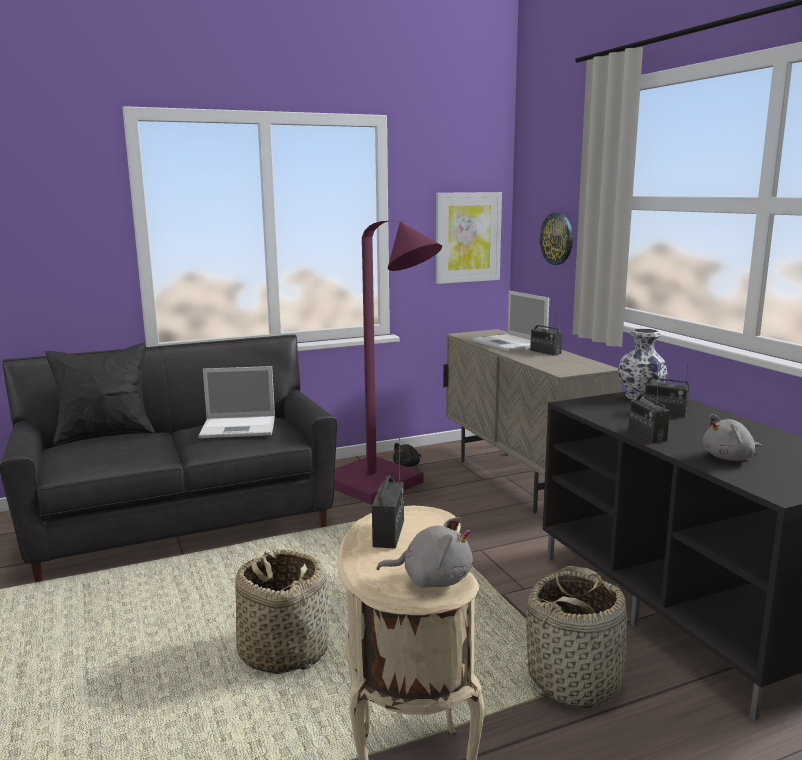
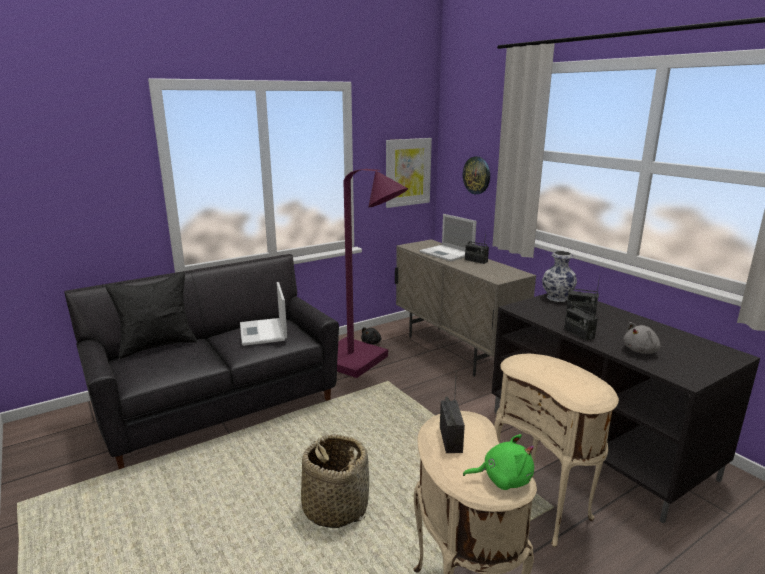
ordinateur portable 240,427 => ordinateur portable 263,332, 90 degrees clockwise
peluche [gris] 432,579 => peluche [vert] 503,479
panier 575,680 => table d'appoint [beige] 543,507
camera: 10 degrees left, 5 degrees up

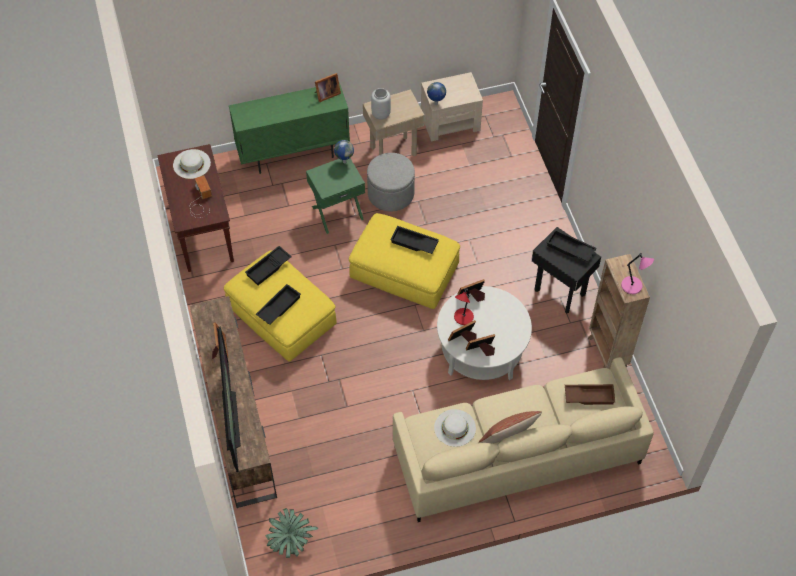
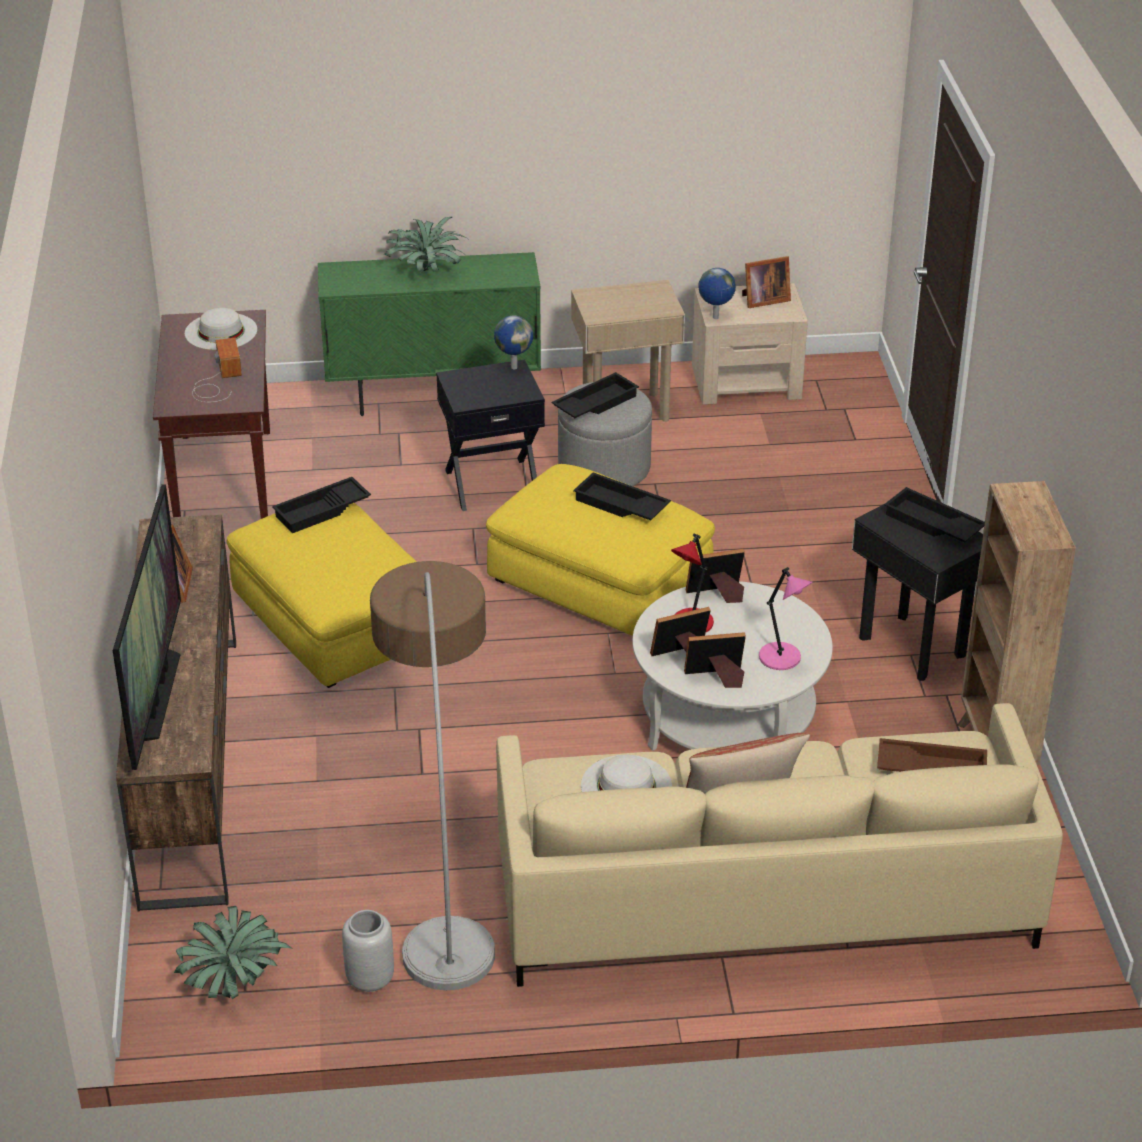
vase [gris] 380,114 => vase [gris] 369,979, shifted
nothing => lampadaire 441,866
nothing => plante en pot 428,272
table d'appoint [vert] 337,212 => table d'appoint [noir] 492,483
plateau [noir] 278,306 => plateau [noir] 595,403, shifted
cadre photo 326,94 => cadre photo 763,300, shifted
lampe de table [rose] 633,286 => lampe de table [rose] 782,658, shifted
camera: 10 degrees right, 20 degrees down

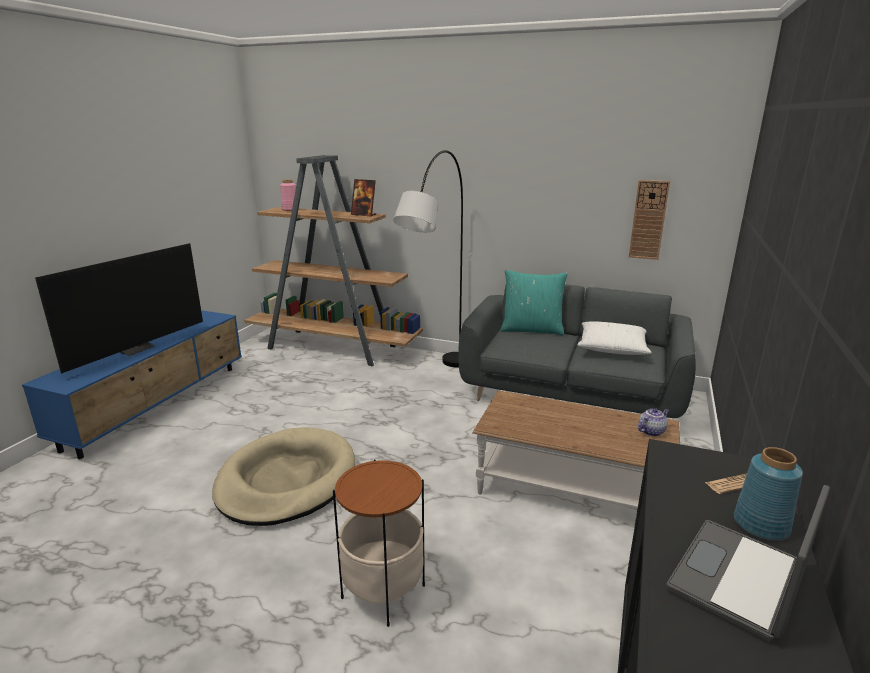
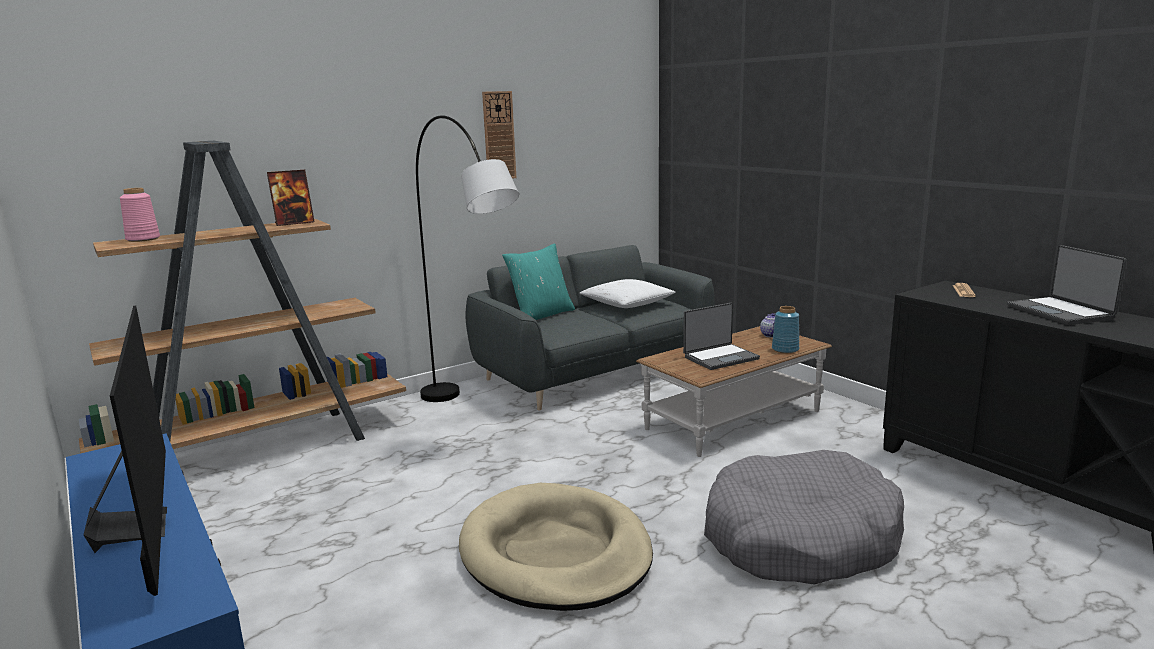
horloge murale 648,220 => horloge murale 499,136, shifted
nothing => ordinateur portable 720,358
table d'appoint 384,591 => panier pour chien [gris] 799,538
vase [bleu] 762,525 => vase [bleu] 785,349, shifted
camera: 55 degrees left, 5 degrees down

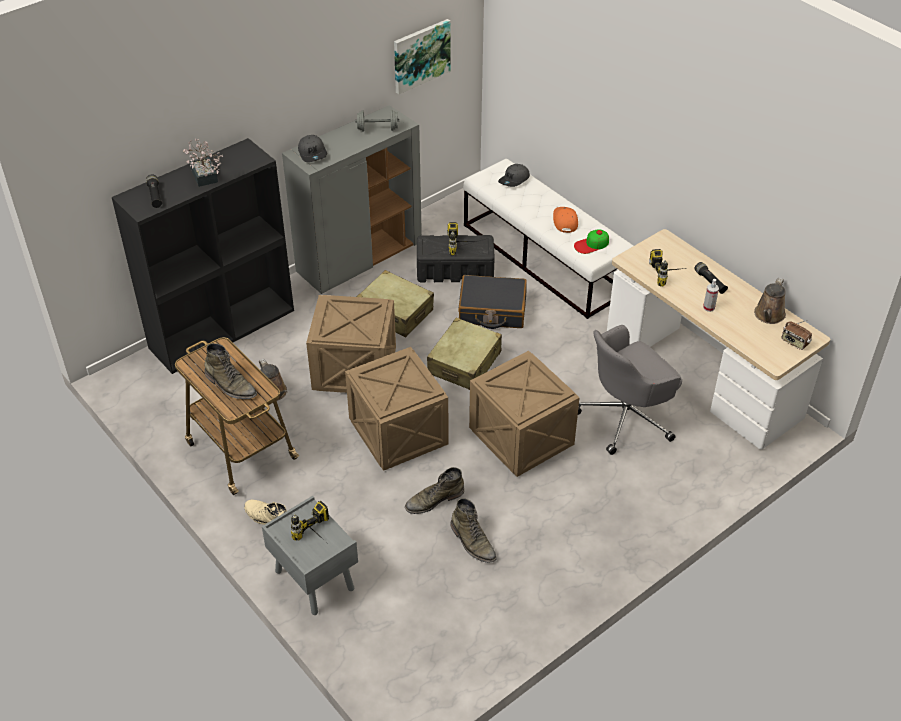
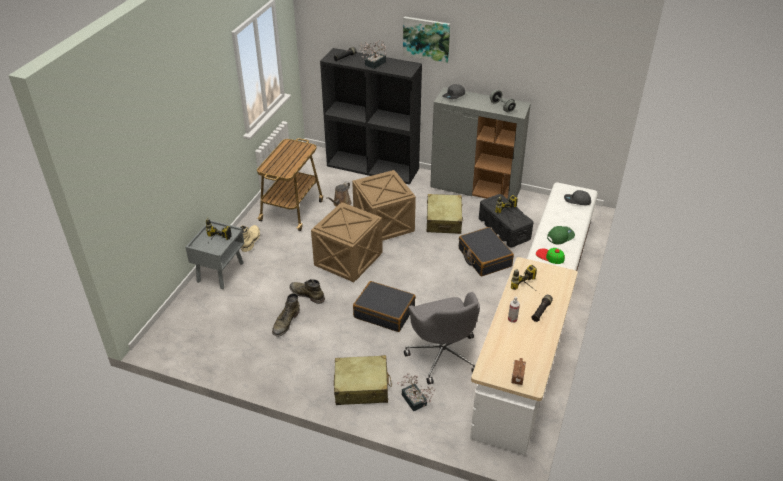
valise [beige] 464,363 => valise [beige] 361,387, shifted
caisse 522,438 => valise [noir] 384,312
nothing => plante en pot 415,402
tableau 421,55 => tableau 426,39, shifted
chaise de bureau [gris] 626,417 => chaise de bureau [gris] 443,354, 135 degrees counterclockwise
casquette [orange] 565,221 => casquette [vert] 560,236
botte [vert] 230,385 => nothing
arrosoir [marron] 768,316 => nothing
camera: 60 degrees right, 5 degrees down

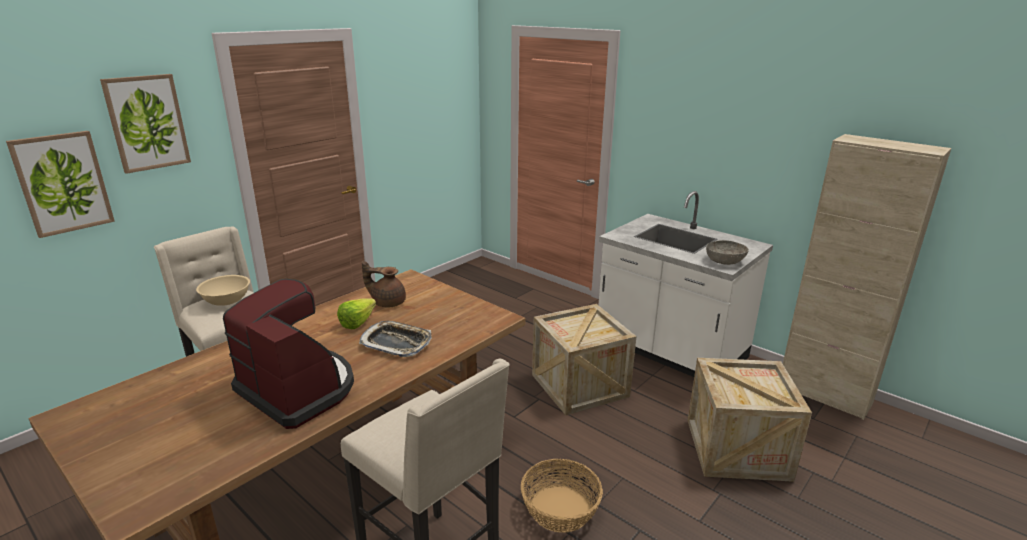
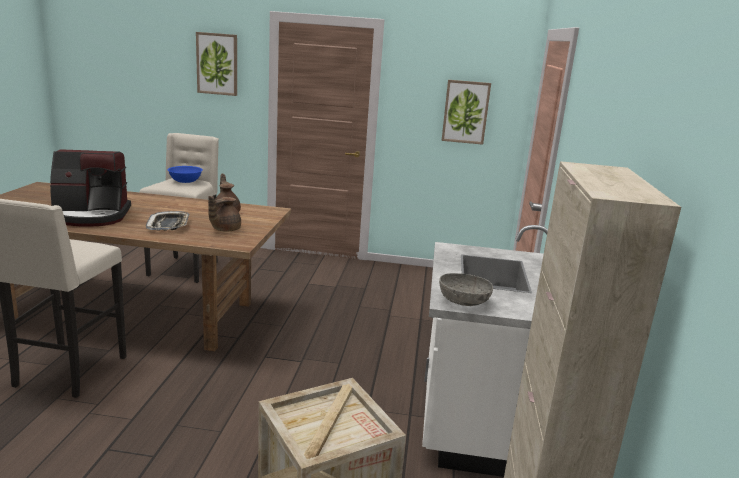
machine à café 299,390 => machine à café 91,216, 75 degrees clockwise
bol [beige] 226,301 => bol [bleu] 185,181
nothing => théière [marron] 224,229
tableau 63,183 => tableau 465,112, shifted
laitue 361,322 => nothing
panier 559,509 => nothing
caisse 579,385 => nothing
camera: 55 degrees right, 5 degrees down

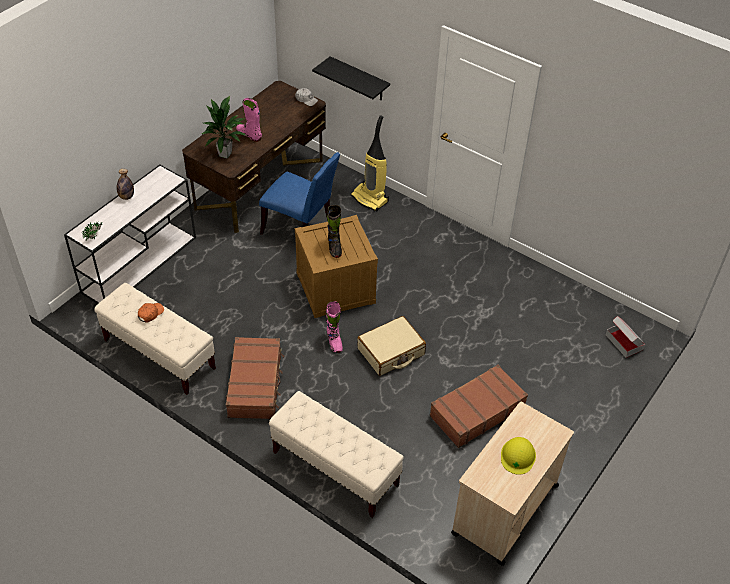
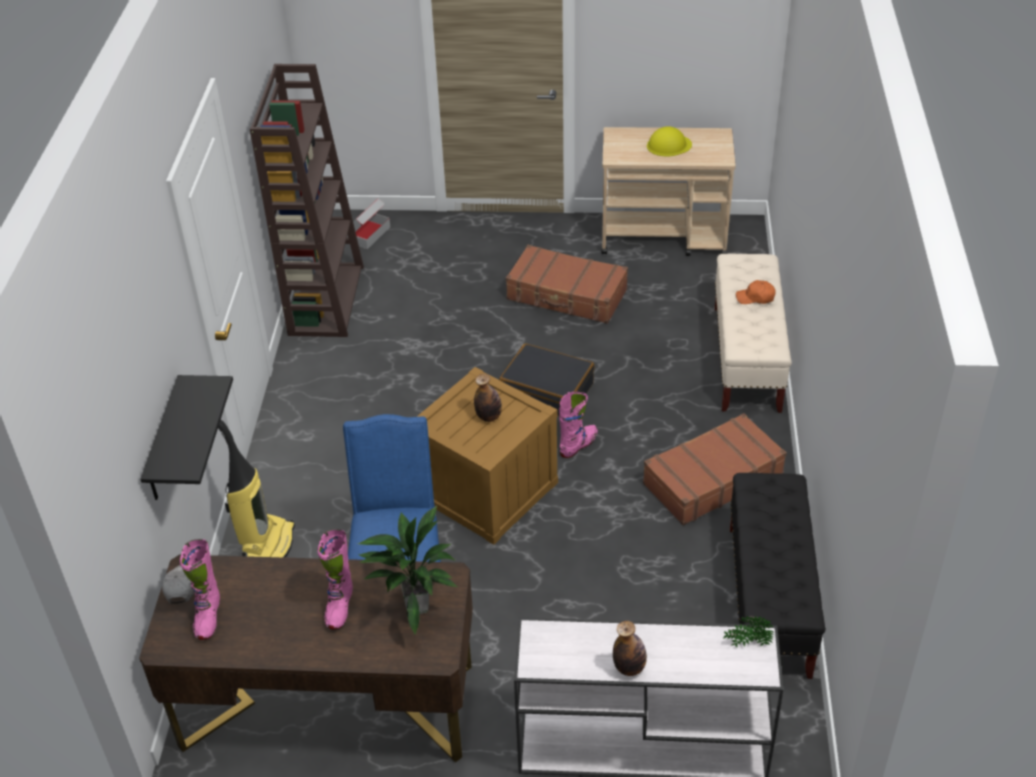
nothing => botte [rose] 208,616
nothing => bibliothèque [marron] 325,299
botte [noir] 334,247 => bouteille 489,417
valise [beige] 391,352 => valise [noir] 547,390
banc [beige] 159,354 => banc [noir] 768,601
casquette [orange] 150,314 => casquette [orange] 755,297, shifted
camera: 120 degrees left, 5 degrees down

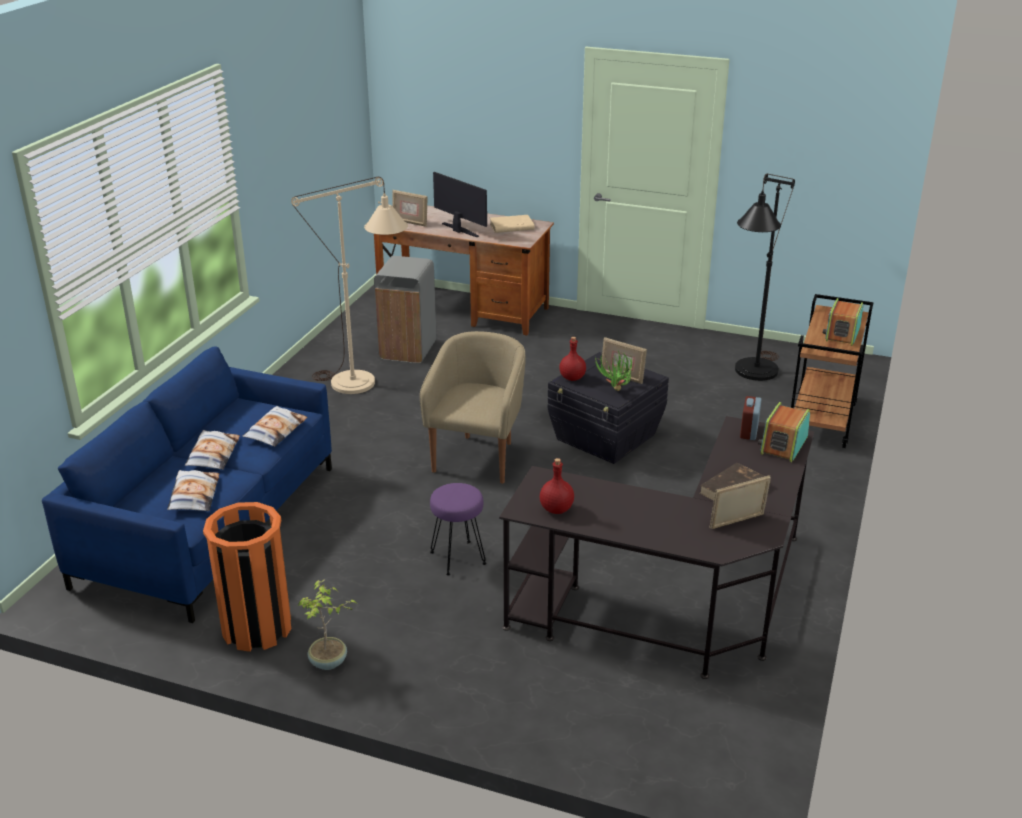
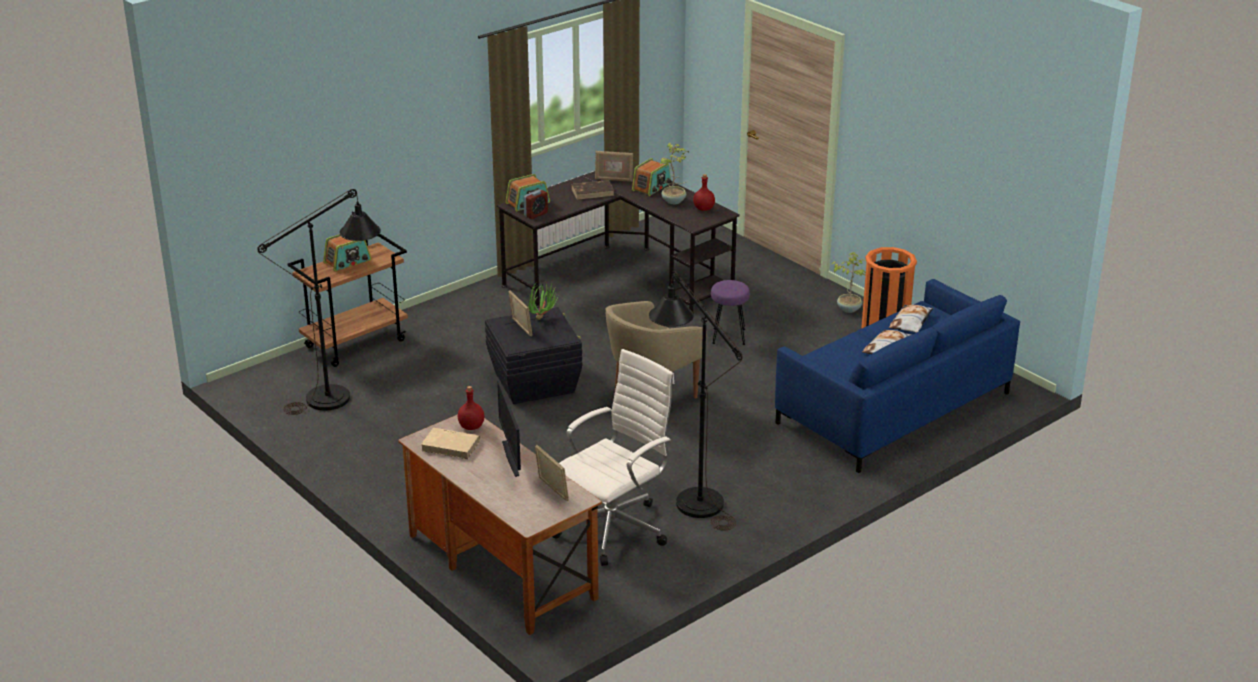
bouteille [rouge] 572,378 => bouteille [rouge] 471,427, shifted
poubelle [gris] 407,350 => chaise de bureau [blanc] 614,528
nothing => radio 652,187
lampadaire [beige] 364,386 => lampadaire [noir] 691,497
nothing => plante en pot 674,201
coussin 275,431 => nothing
camera: 150 degrees left, 0 degrees up

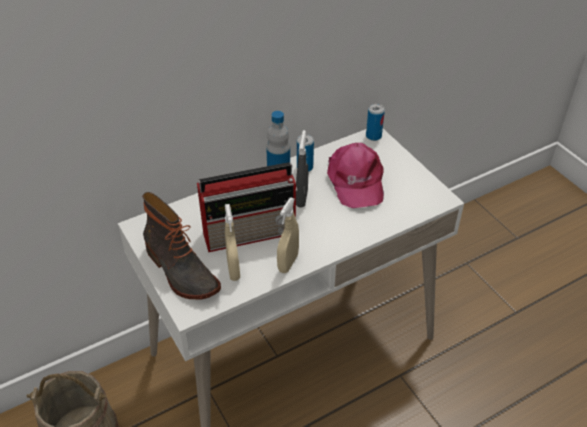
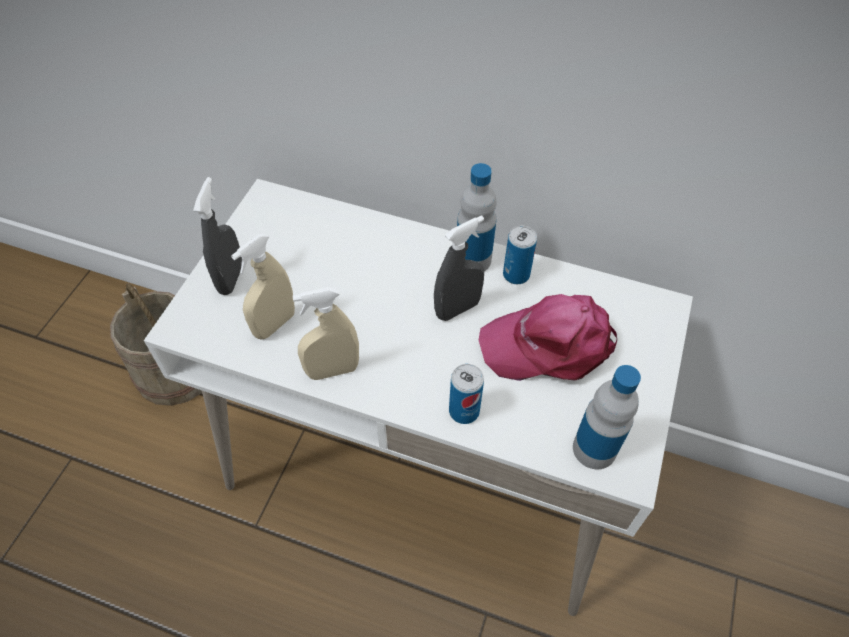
botte 180,271 => vaporisateur [gris] 231,278
boîte métallique 373,136 => boîte métallique 464,411, shifted
casquette [rose] 355,181 => casquette [rose] 550,344, 45 degrees clockwise
nothing => bouteille 594,449
radio 251,232 => nothing
camera: 50 degrees right, 10 degrees up

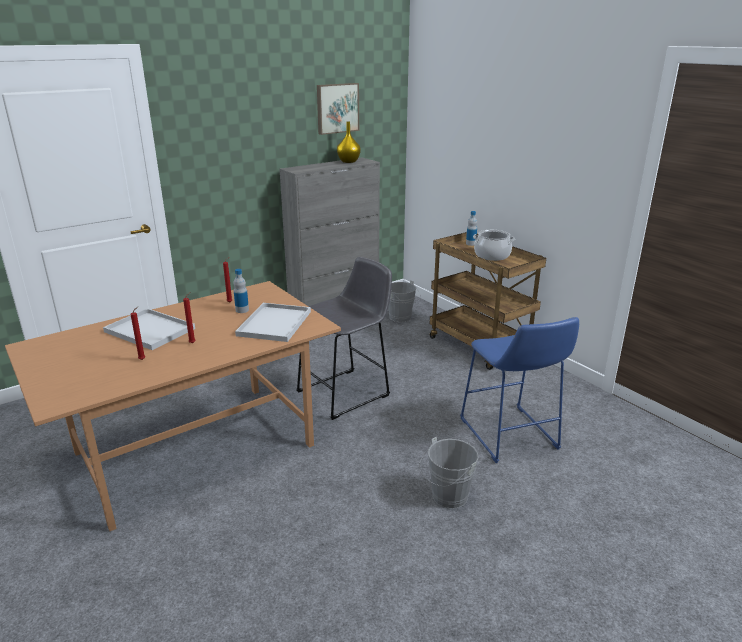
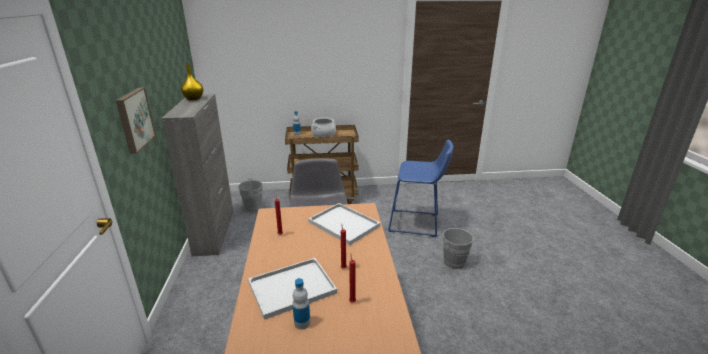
tableau 337,108 => tableau 134,119, shifted
bouteille 242,310 => bouteille 302,323, shifted
camera: 60 degrees left, 0 degrees up

